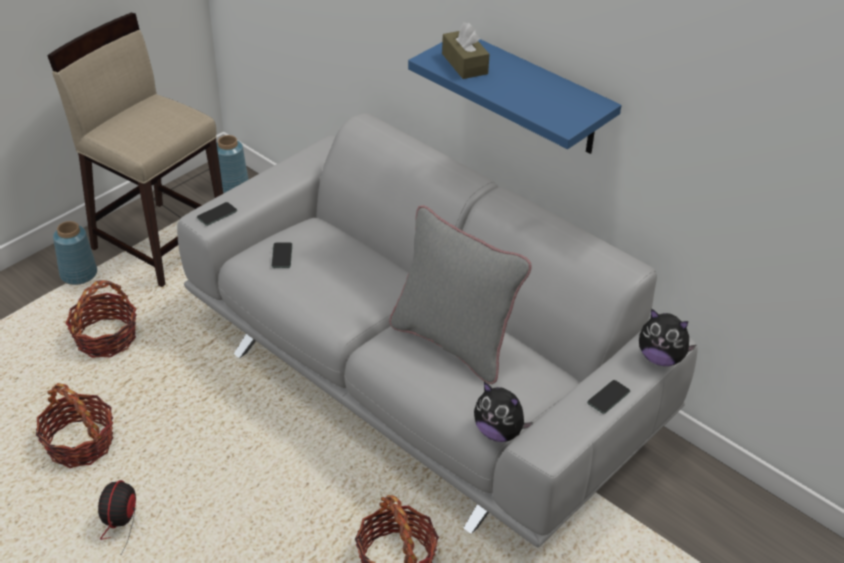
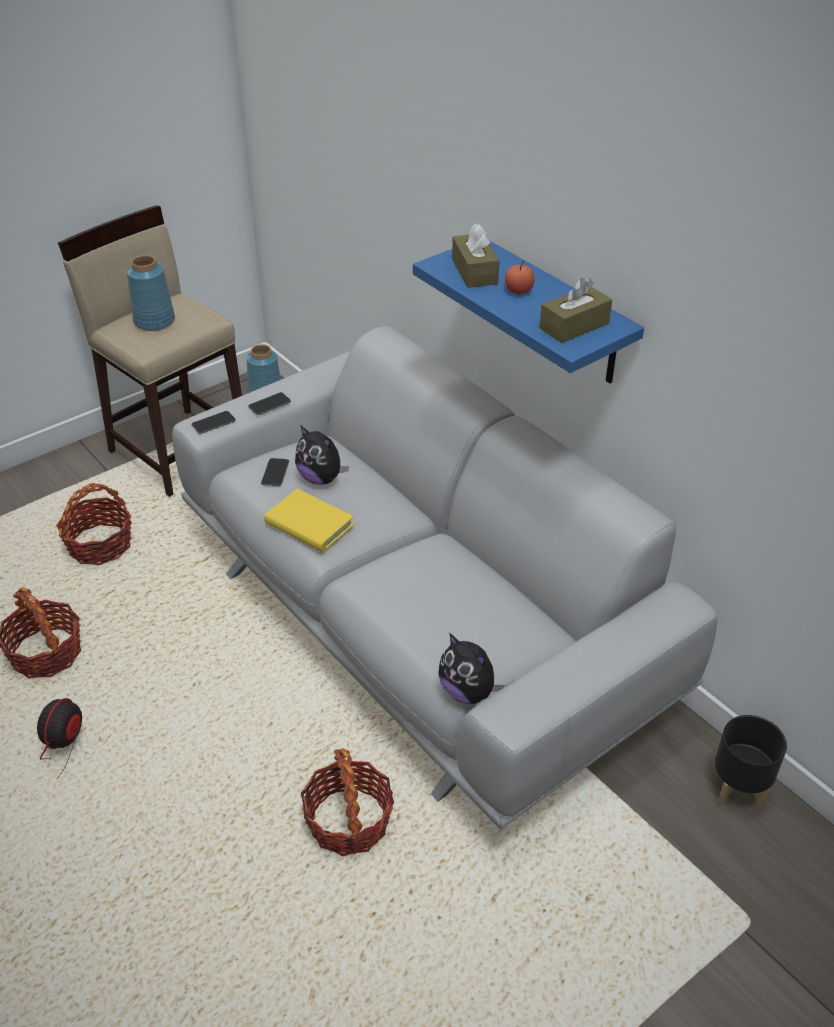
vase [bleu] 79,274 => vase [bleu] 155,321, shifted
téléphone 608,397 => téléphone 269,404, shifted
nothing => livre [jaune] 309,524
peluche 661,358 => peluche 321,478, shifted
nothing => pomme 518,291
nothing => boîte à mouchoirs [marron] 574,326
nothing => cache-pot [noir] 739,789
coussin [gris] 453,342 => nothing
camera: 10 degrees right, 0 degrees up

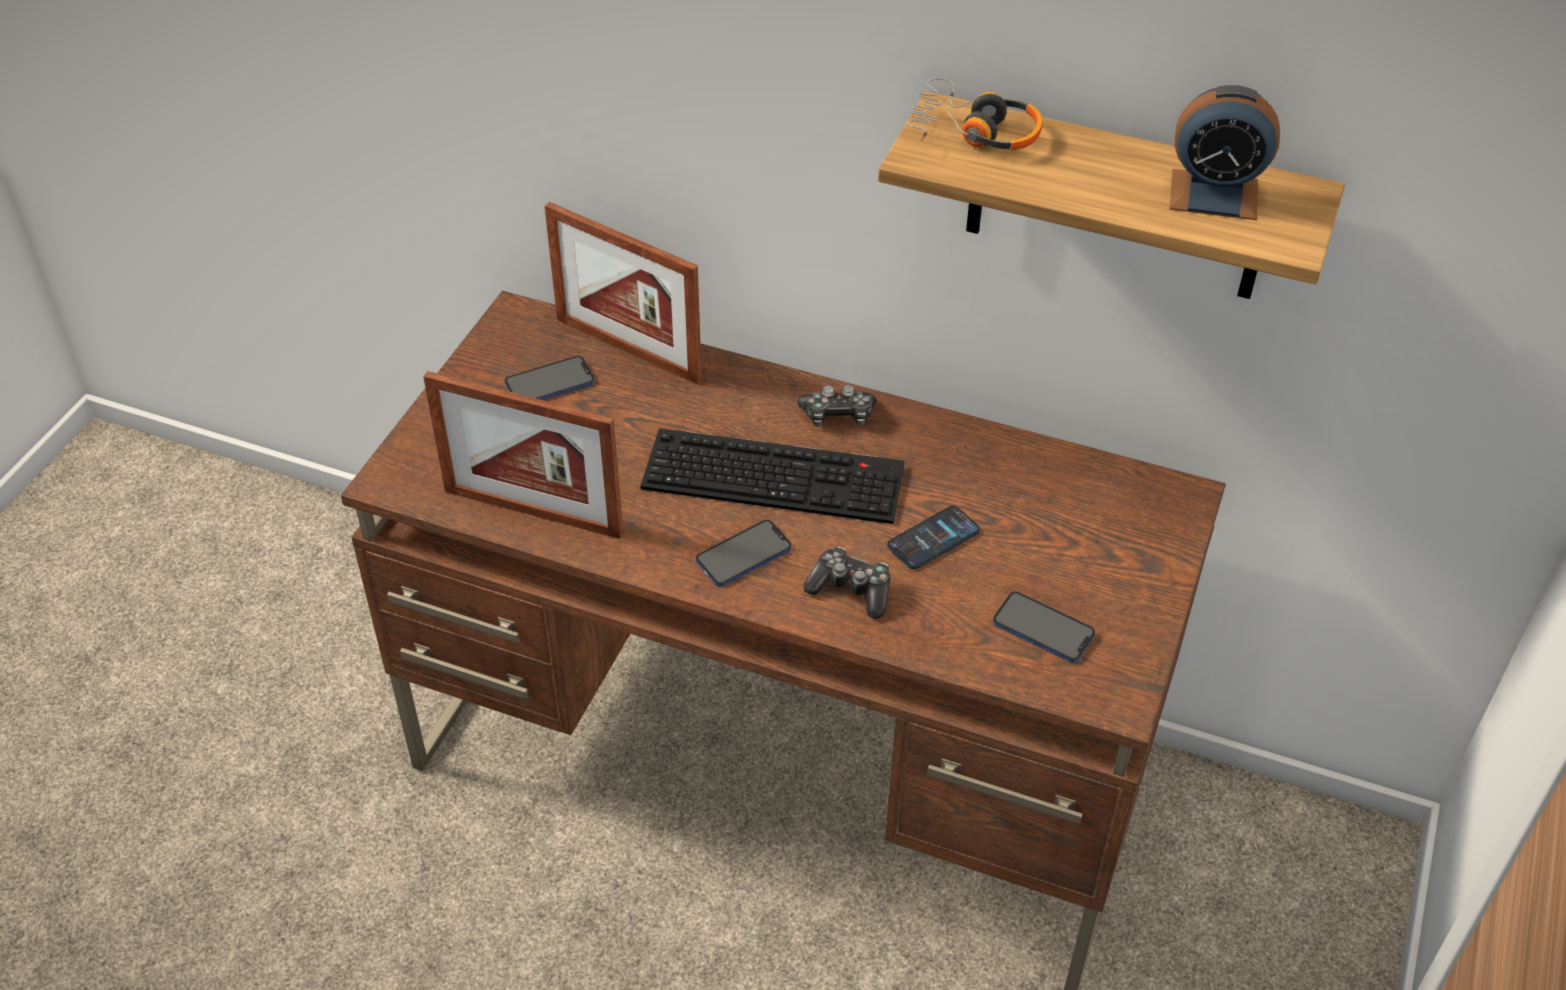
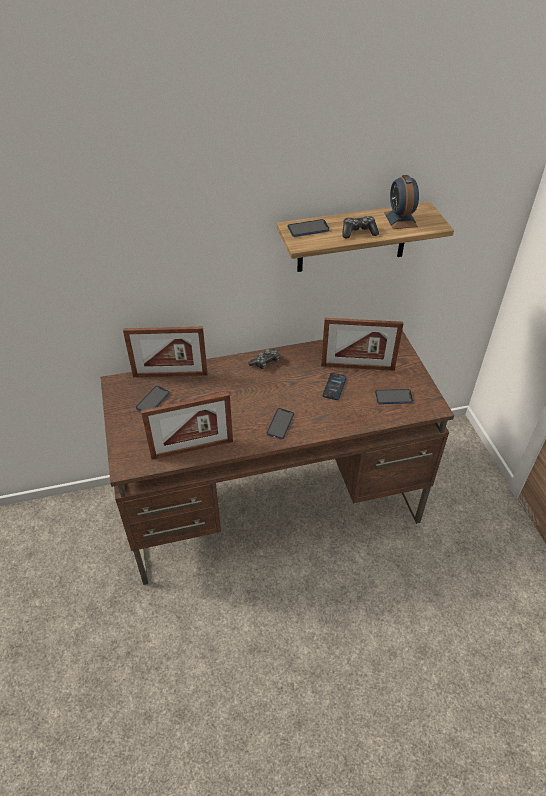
casque audio 974,132 => téléphone 308,229
nothing => cadre photo 357,367
manette 851,590 => manette 358,232, shifted
réveil 1213,194 => réveil 400,219, 105 degrees clockwise
clavier 777,475 => nothing
camera: 35 degrees left, 0 degrees up

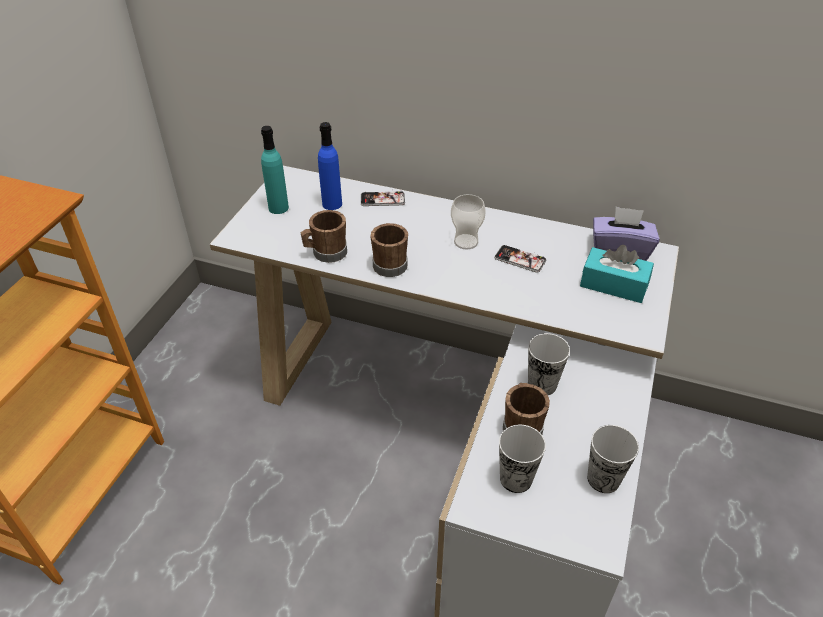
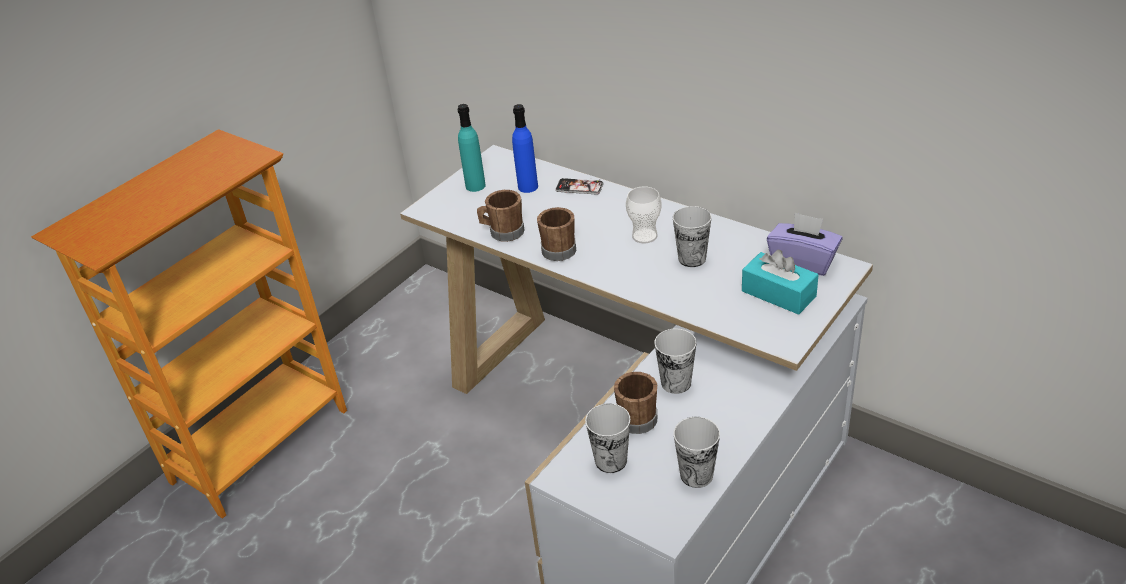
téléphone 520,259 => tasse 692,258
camera: 20 degrees right, 5 degrees down

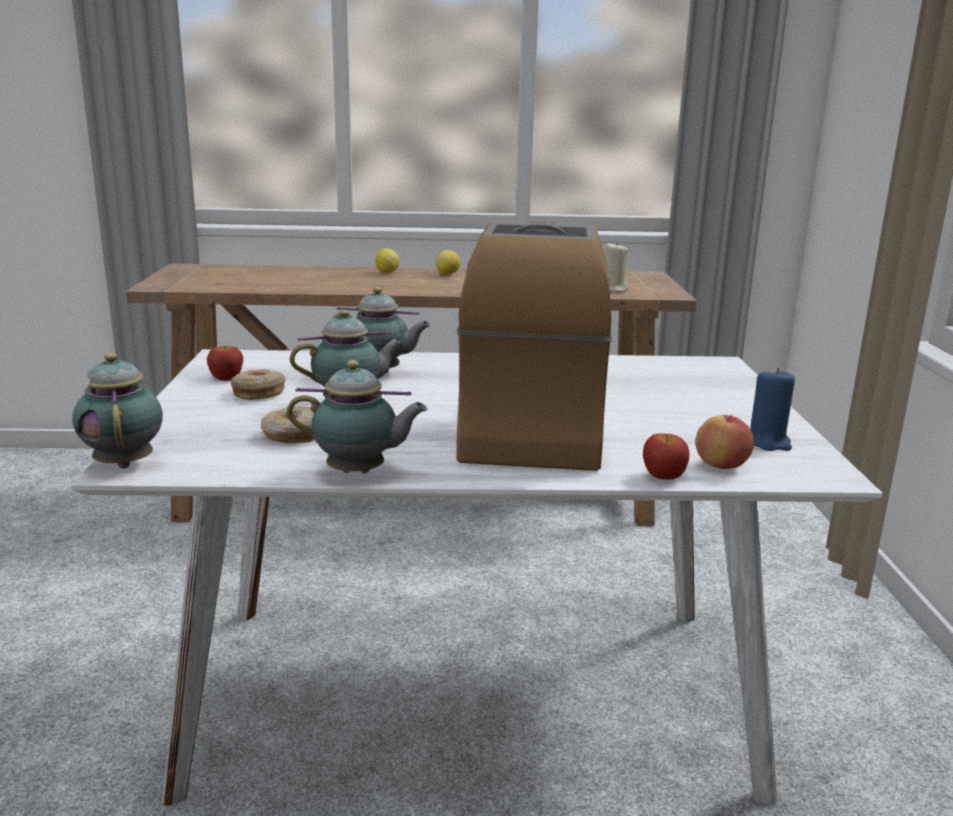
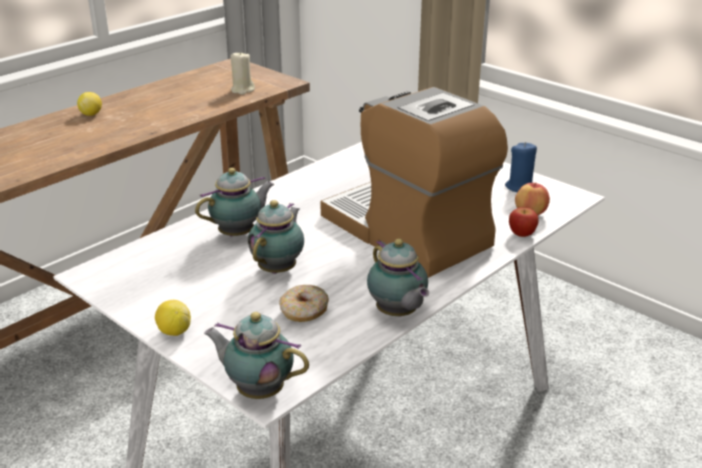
citron 387,272 => citron 174,331, shifted
théière 360,473 => théière 397,314, 105 degrees clockwise
pomme 226,378 => nothing
beignet 259,393 => nothing
camera: 45 degrees left, 10 degrees up

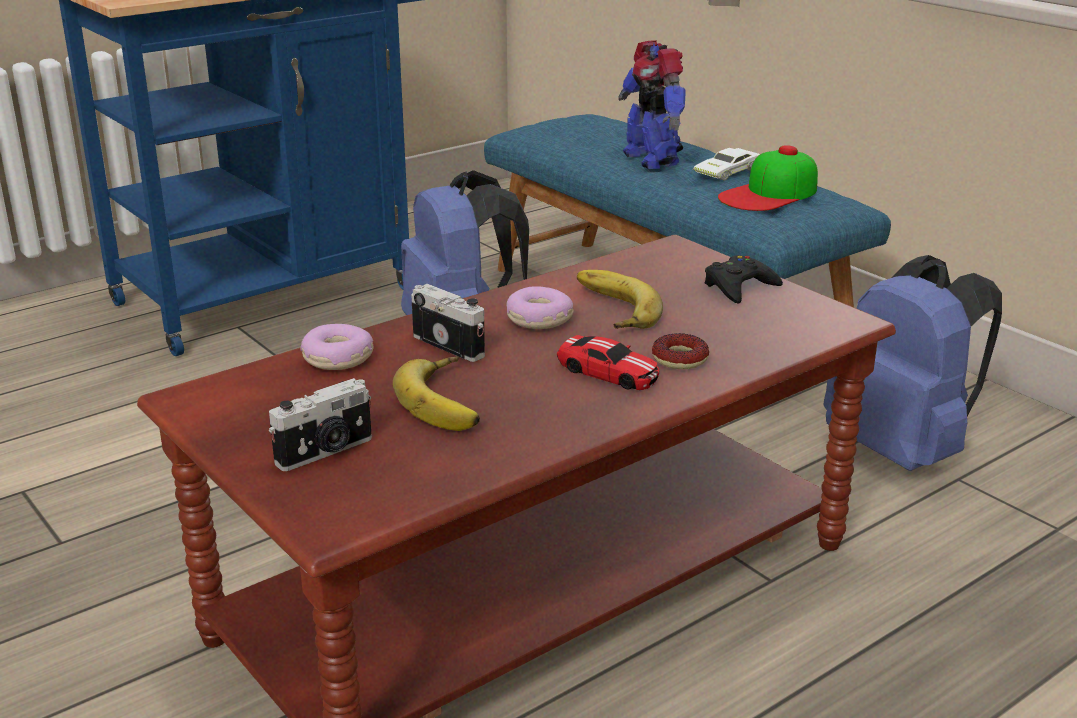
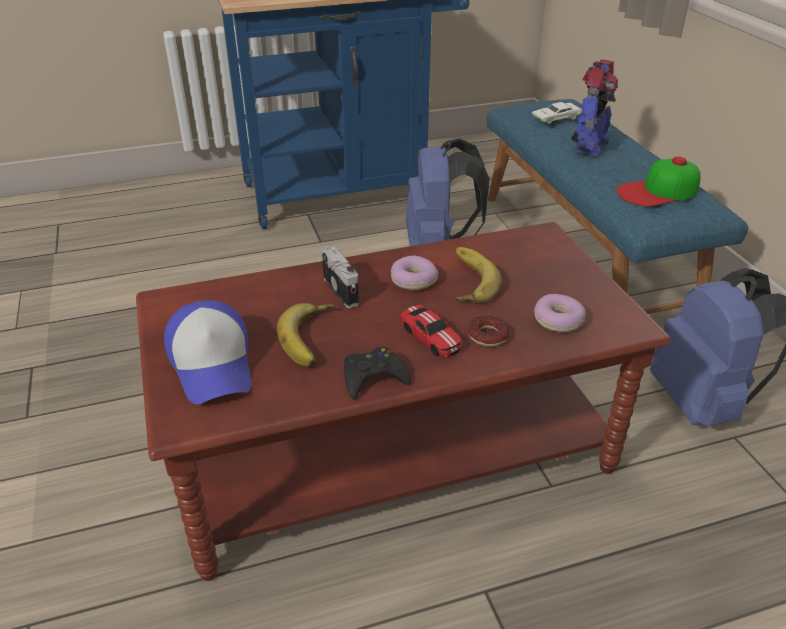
appareil photo 326,452 => casquette 213,363
manette [noir] 739,287 => manette [noir] 373,378, shifted
petite voiture [blanc] 727,171 => petite voiture [blanc] 556,118, shifted
beignet 338,359 => beignet 558,321, shifted
robot jouet 652,158 => robot jouet 589,146, 150 degrees counterclockwise
camera: 20 degrees right, 10 degrees up

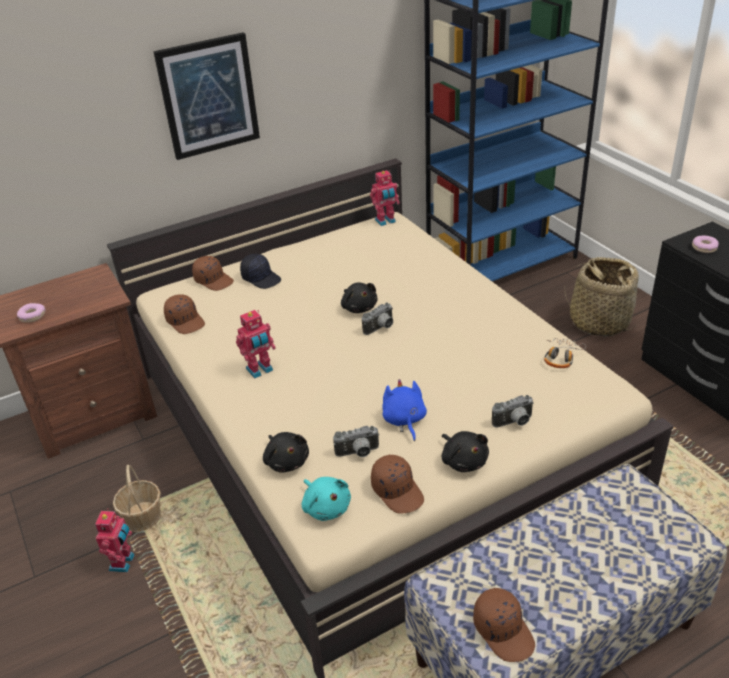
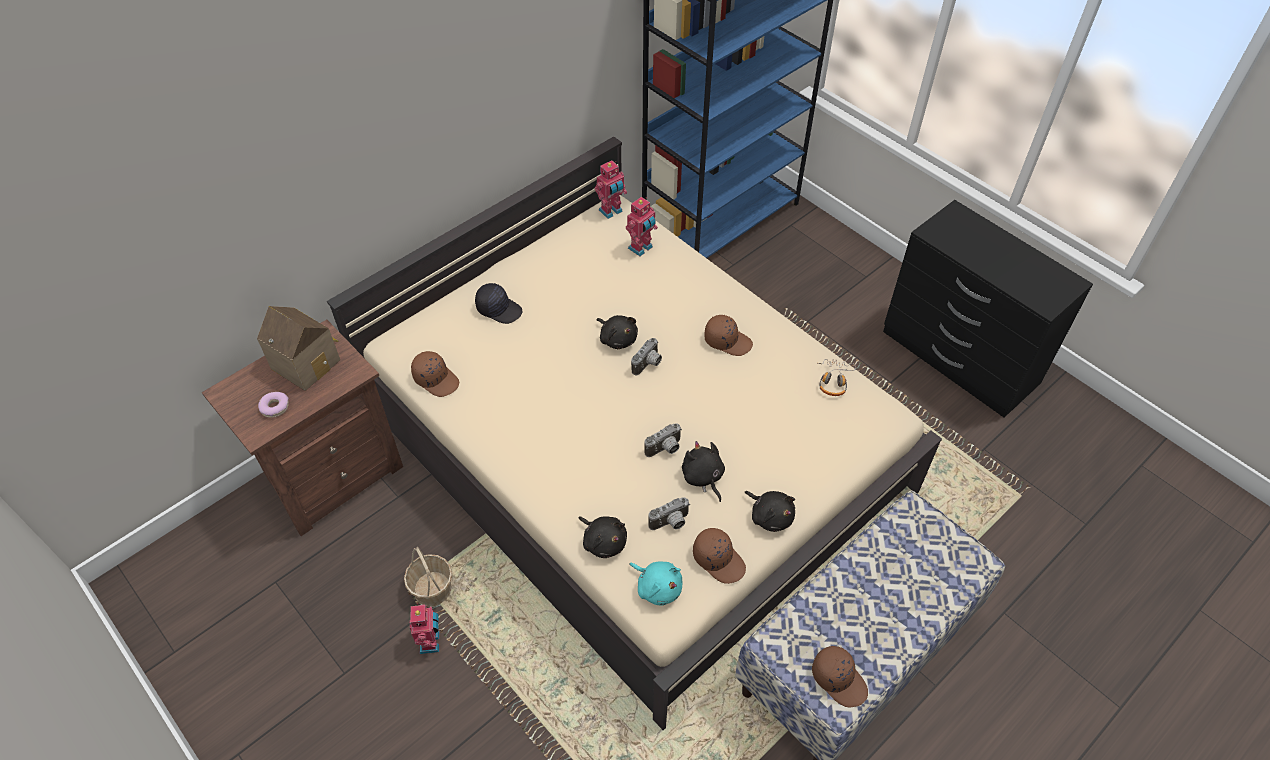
nothing => maison miniature 308,362
robot jouet 260,370 => robot jouet 641,248, shifted
appareil photo 514,423 => appareil photo 665,449, shifted
peluche [bleu] 404,420 => peluche [noir] 703,477
casquette [marron] 214,280 => casquette [marron] 727,341, shifted
tableau 208,96 => nothing
panier 599,322 => nothing
beignet 704,248 => nothing
camera: 15 degrees left, 15 degrees up

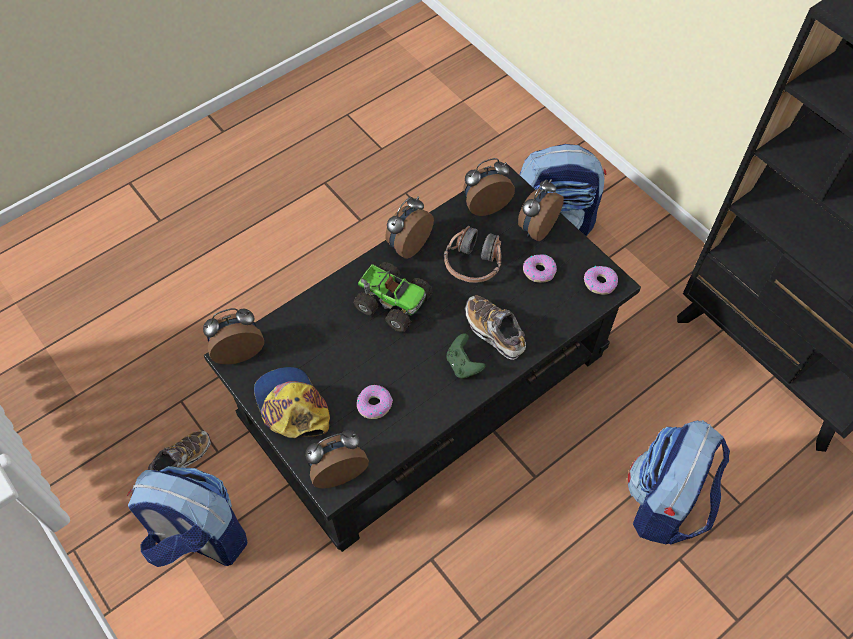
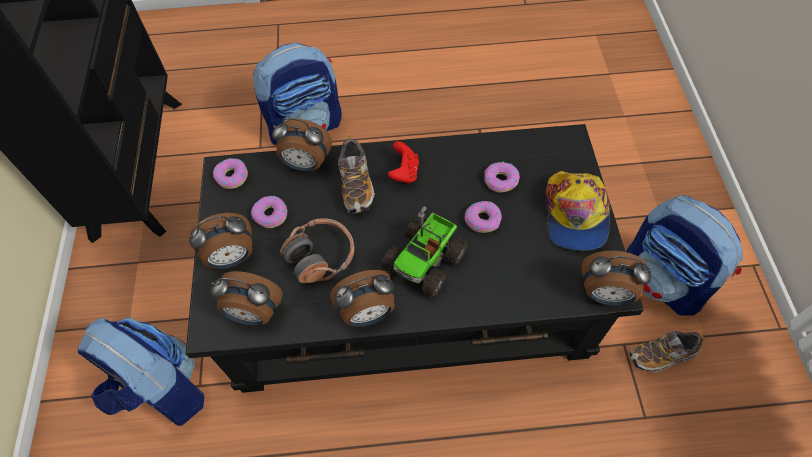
réveil 338,470 => réveil 306,164, shifted
camion jouet 392,302 => camion jouet 426,260, 120 degrees counterclockwise
manette [vert] 463,365 => manette [rouge] 404,172
nothing => beignet 482,219
camera: 145 degrees left, 0 degrees up

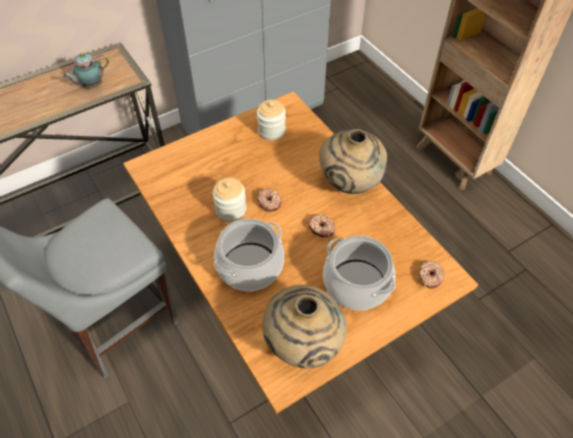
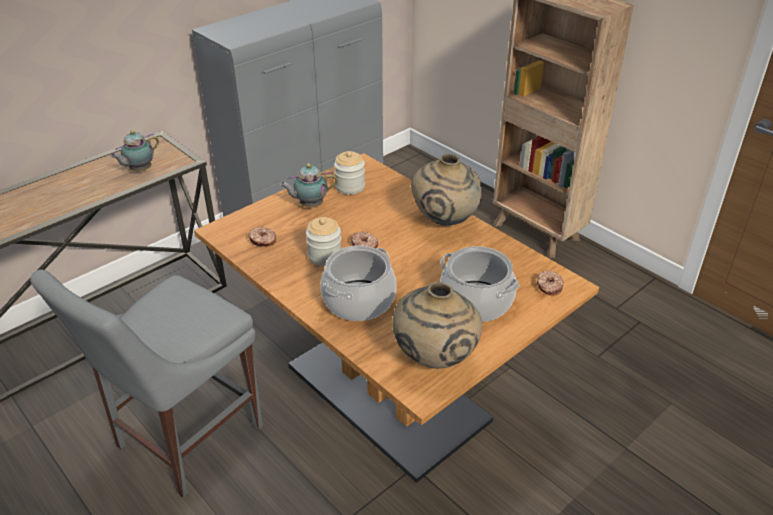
beignet 321,229 => beignet 263,240, shifted
nothing => théière 309,205
camera: 10 degrees left, 15 degrees down

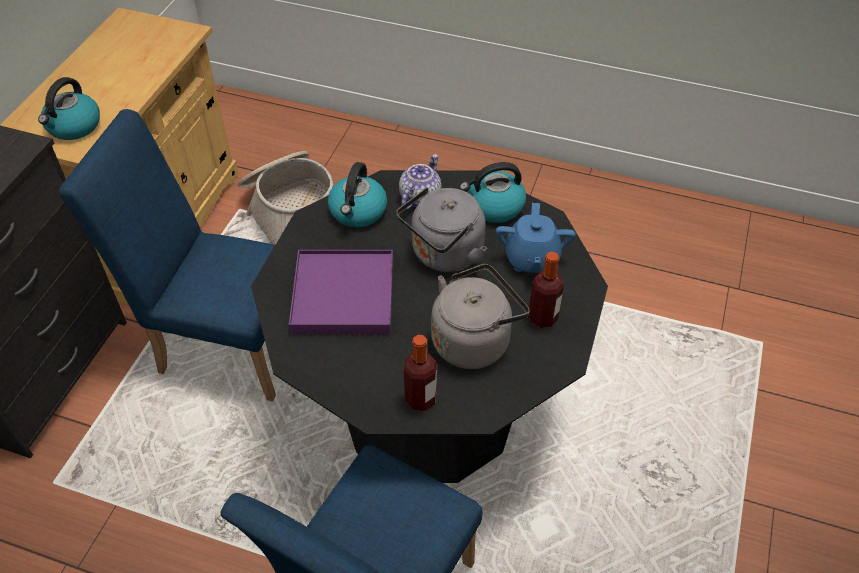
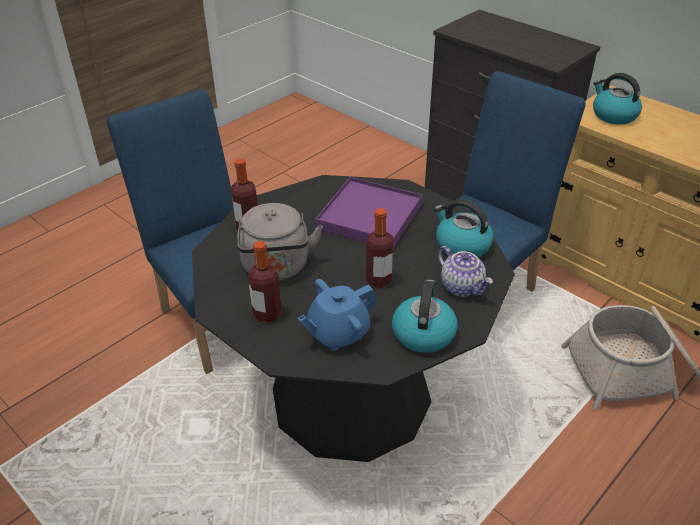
théière [bleu] 531,259 => théière [bleu] 338,333, 60 degrees counterclockwise
bouilloire [gris] 444,255 => bouteille 379,280
camera: 115 degrees right, 10 degrees down

